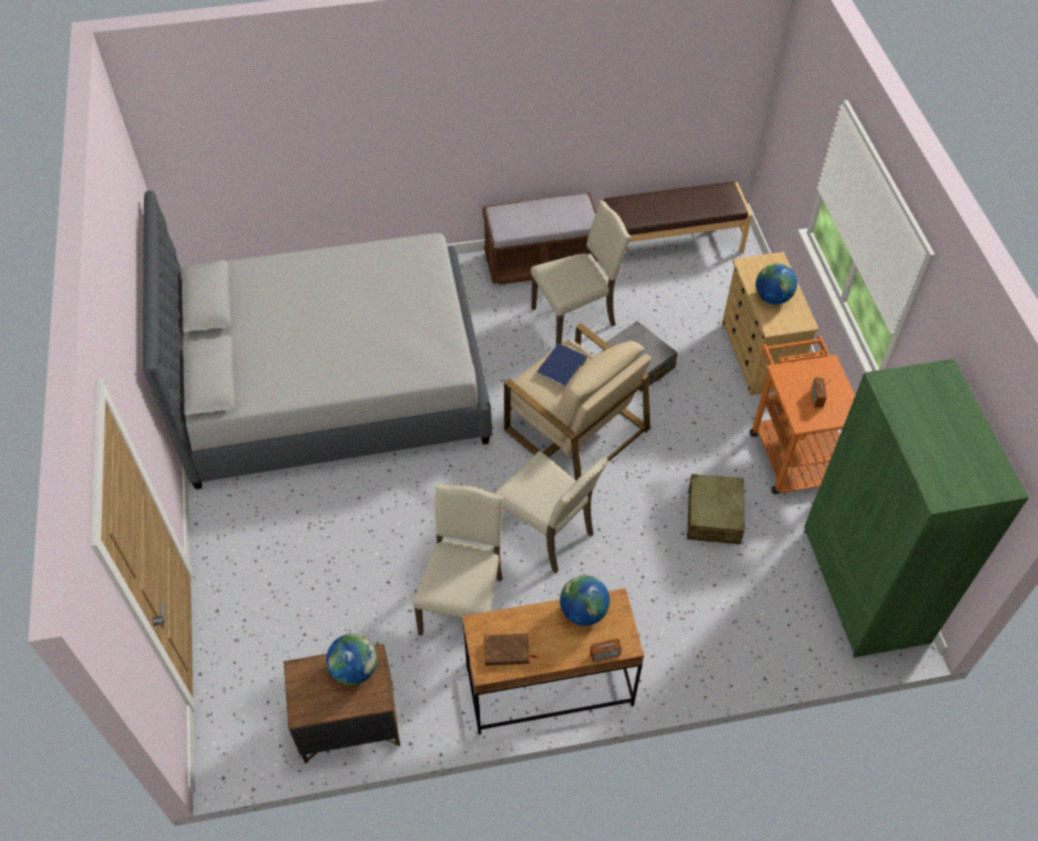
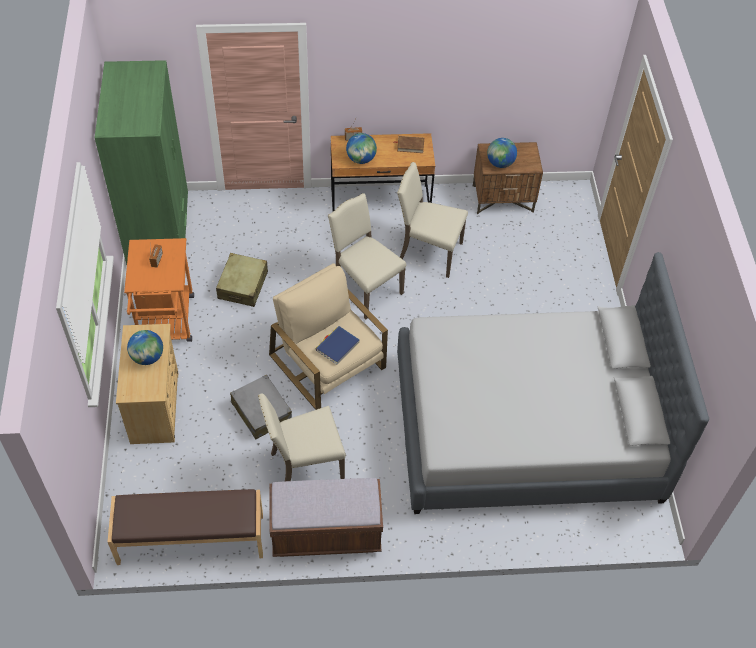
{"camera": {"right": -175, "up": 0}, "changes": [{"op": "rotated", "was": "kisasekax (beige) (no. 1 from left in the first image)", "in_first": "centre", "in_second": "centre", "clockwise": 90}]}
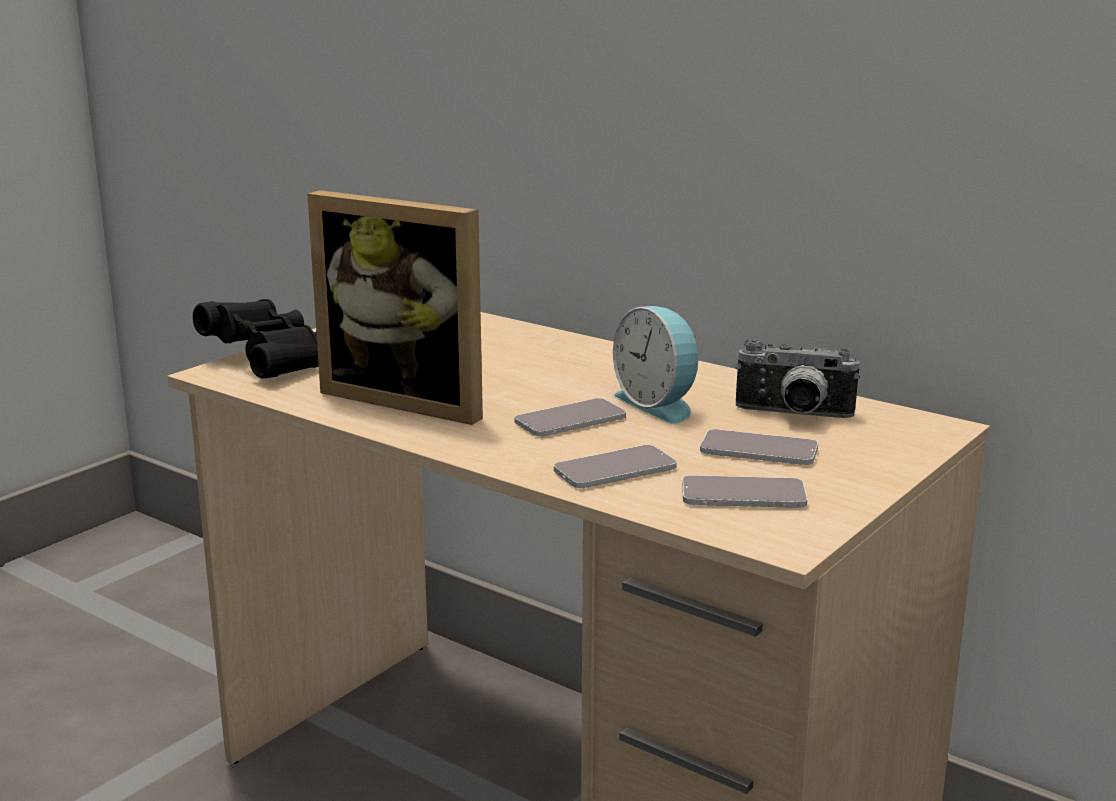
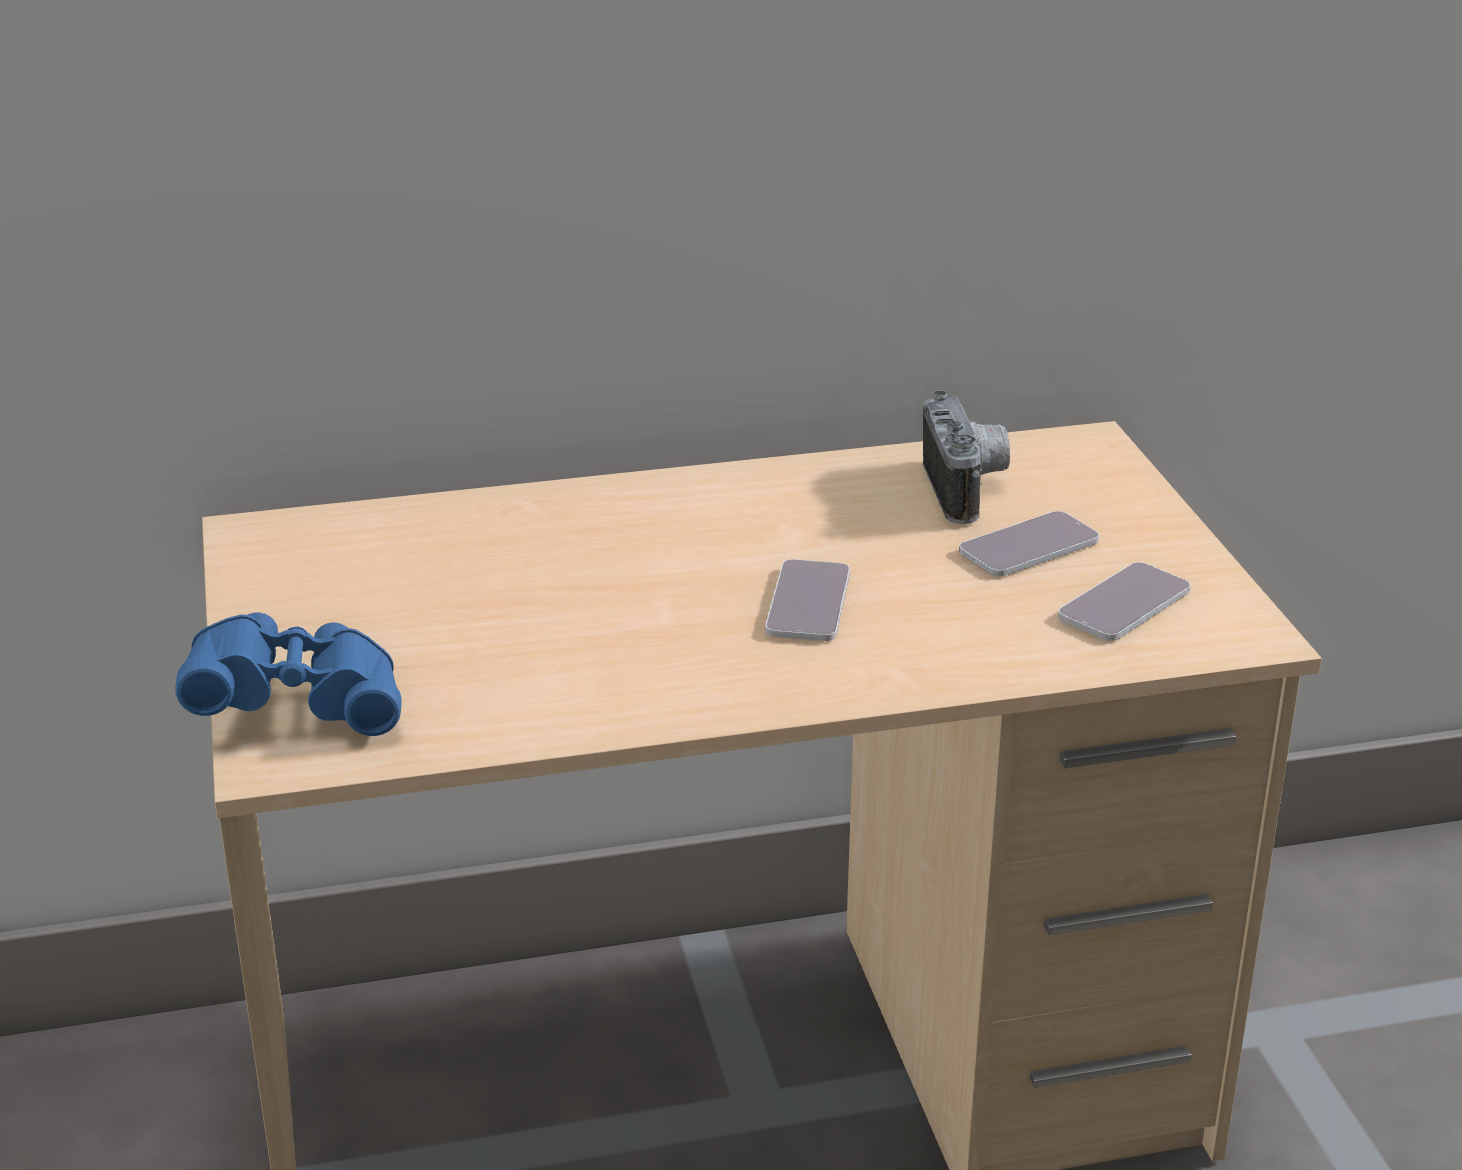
{"camera": {"right": -50, "up": 10}, "changes": [{"op": "repainted", "was": "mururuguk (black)", "now": "mururuguk (blue)", "in_first": "middle left", "in_second": "middle left"}, {"op": "rotated", "was": "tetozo", "in_first": "middle right", "in_second": "centre", "clockwise": -60}, {"op": "gone", "was": "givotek", "in_first": "centre"}, {"op": "gone", "was": "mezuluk (no. 2 from left)", "in_first": "centre"}, {"op": "gone", "was": "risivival", "in_first": "centre"}]}
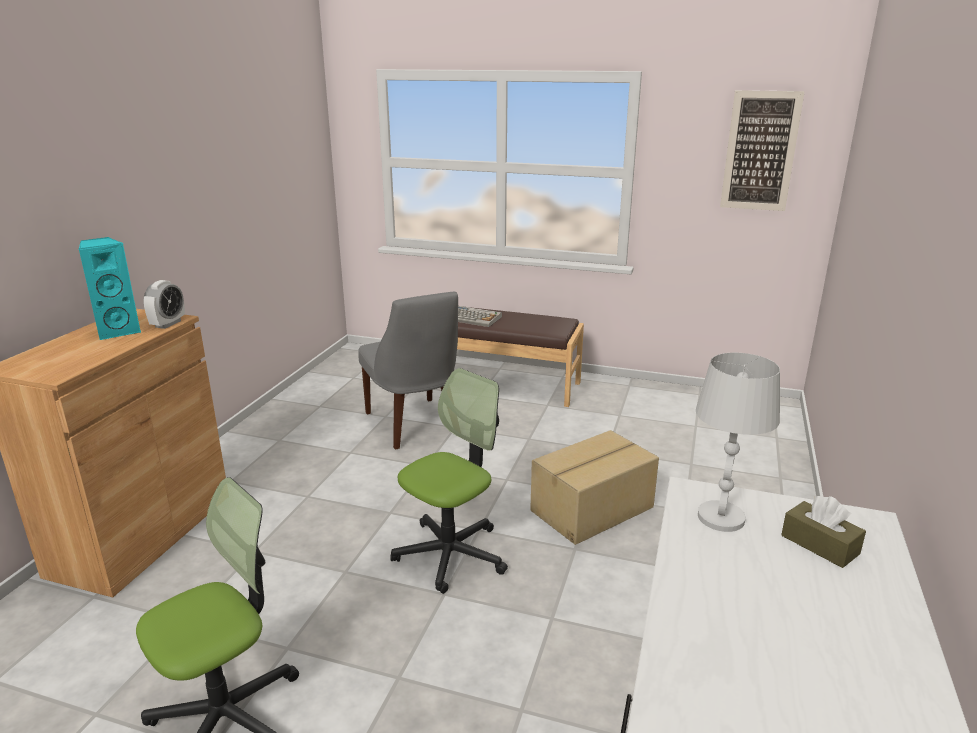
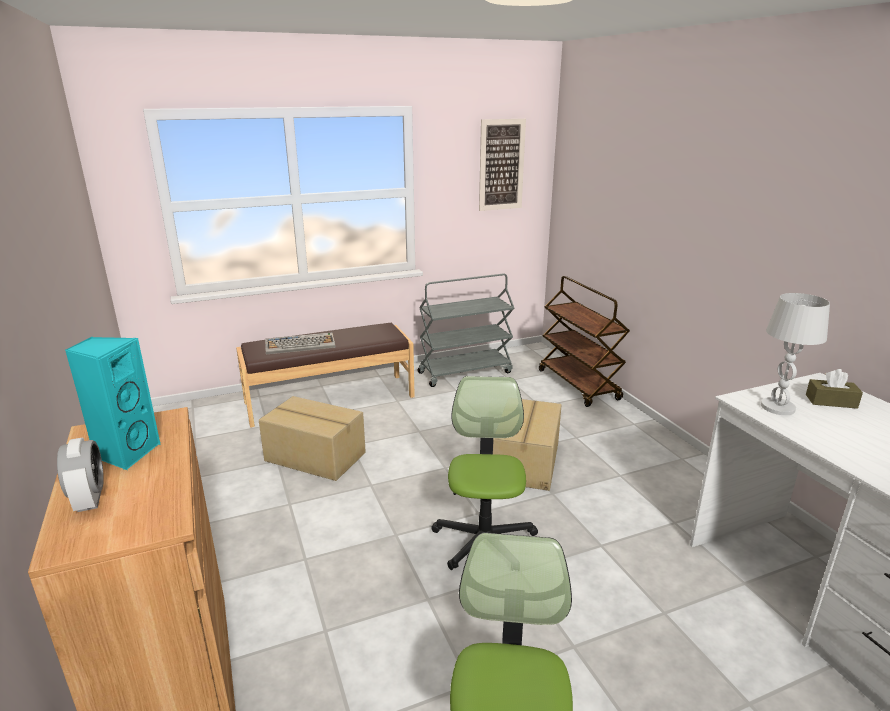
{"camera": {"right": -40, "up": 0}, "changes": [{"op": "shifted", "was": "risivival", "in_first": "middle left", "in_second": "bottom left"}, {"op": "swapped", "was": "kisasekax (grey)", "now": "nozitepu (no. 1 from left)", "in_first": "centre", "in_second": "centre"}, {"op": "new", "now": "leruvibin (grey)", "in_second": "centre"}, {"op": "new", "now": "leruvibin (brown)", "in_second": "centre"}]}
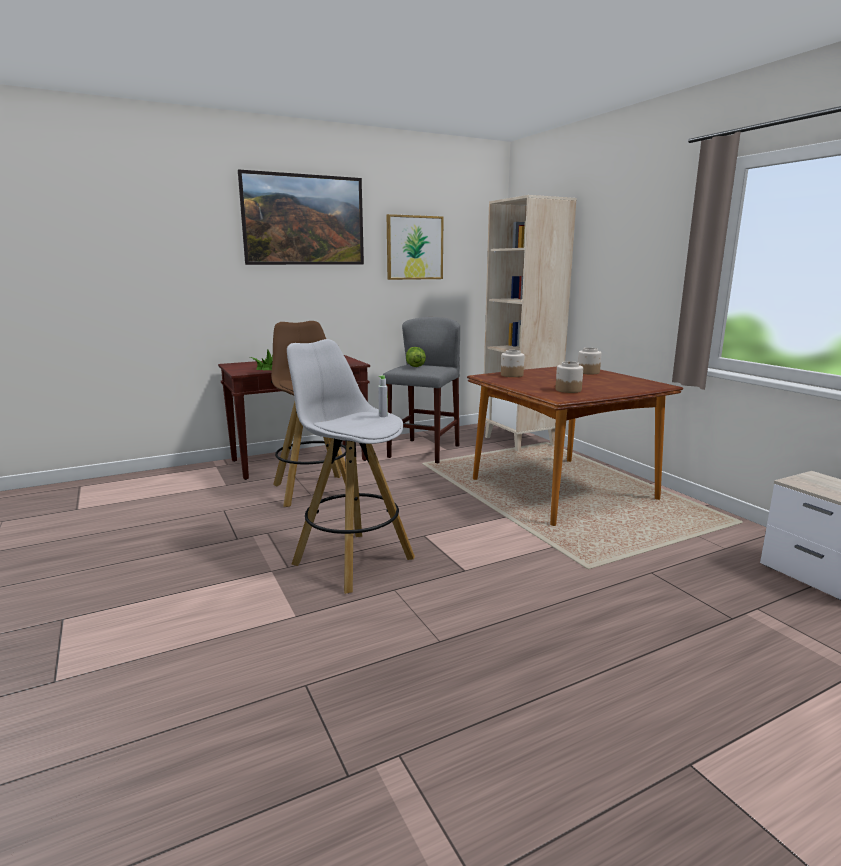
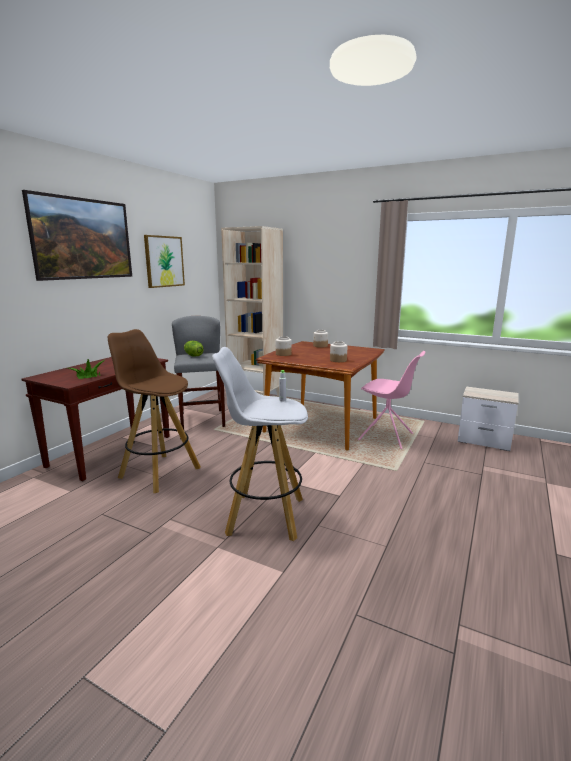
{"camera": {"right": -35, "up": 0}, "changes": [{"op": "new", "now": "kisasekax (pink)", "in_second": "middle right"}]}
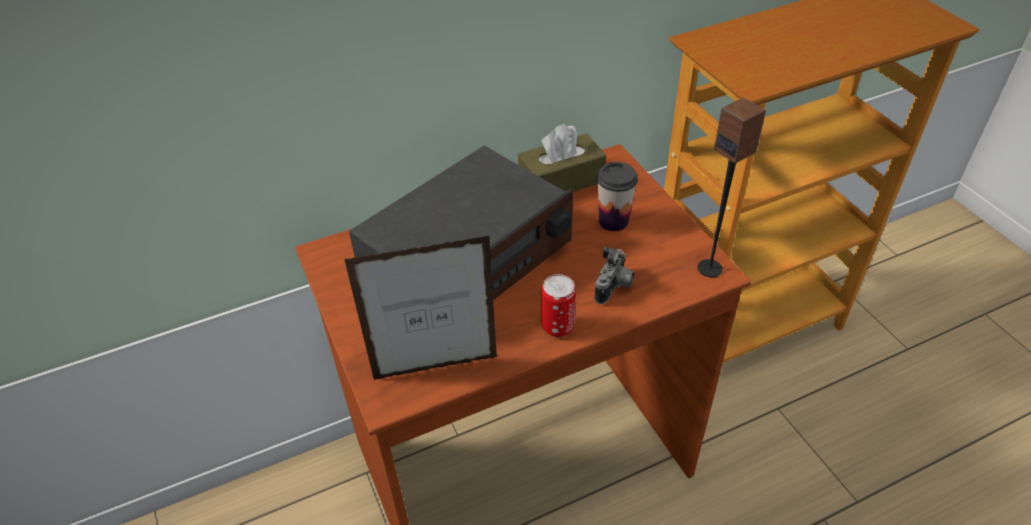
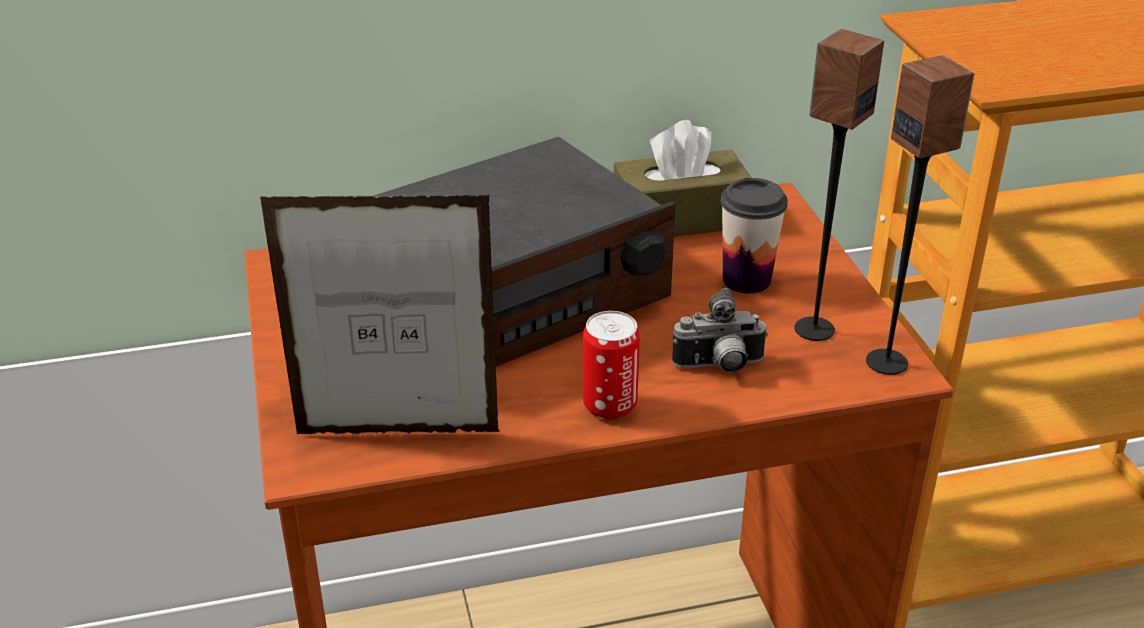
{"camera": {"right": 10, "up": -10}, "changes": [{"op": "rotated", "was": "tetozo", "in_first": "centre", "in_second": "centre", "clockwise": 45}, {"op": "new", "now": "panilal (no. 1 from left)", "in_second": "top right"}]}
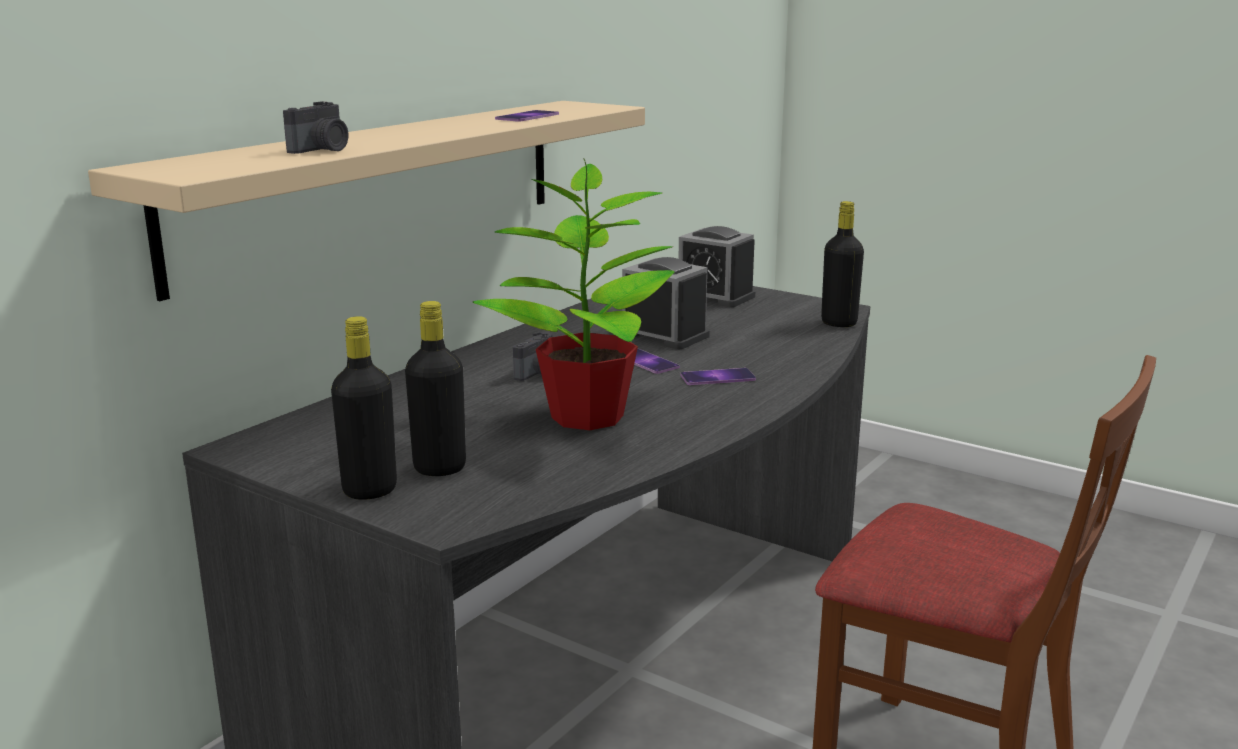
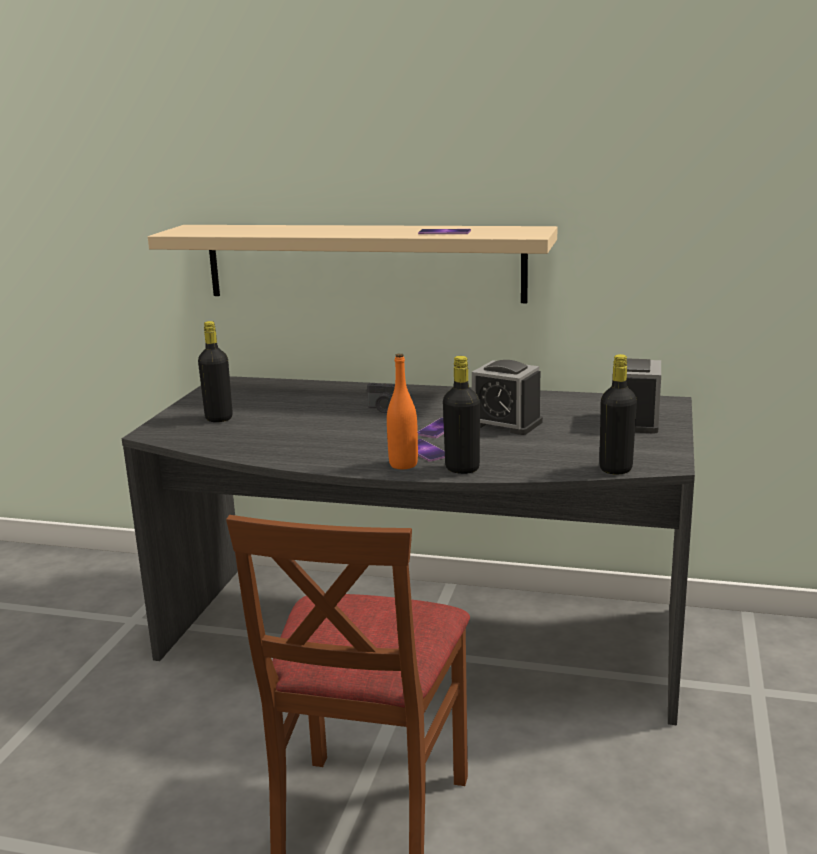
{"camera": {"right": 70, "up": 0}, "changes": [{"op": "new", "now": "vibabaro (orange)", "in_second": "centre"}, {"op": "shifted", "was": "vibabaro (black) (no. 1 from left in the first image)", "now": "vibabaro (black) (no. 2 from left)", "in_first": "middle left", "in_second": "centre"}, {"op": "rotated", "was": "risivival (no. 1 from left)", "in_first": "centre", "in_second": "centre", "clockwise": 105}, {"op": "gone", "was": "tetozo (no. 1 from left)", "in_first": "top left"}, {"op": "gone", "was": "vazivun", "in_first": "centre"}]}
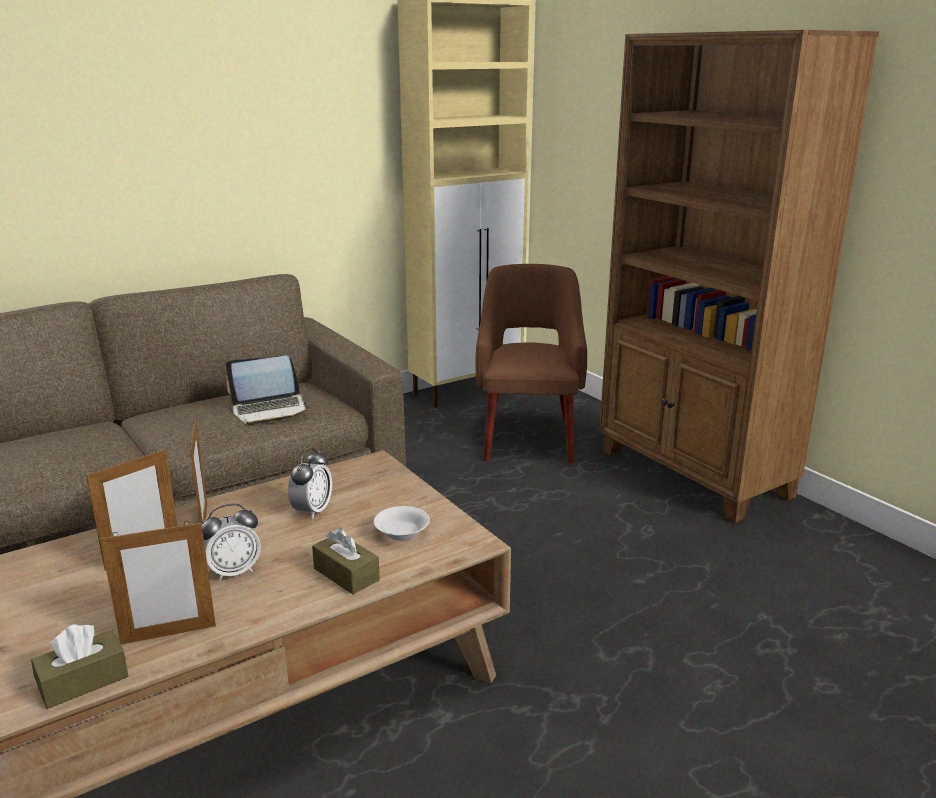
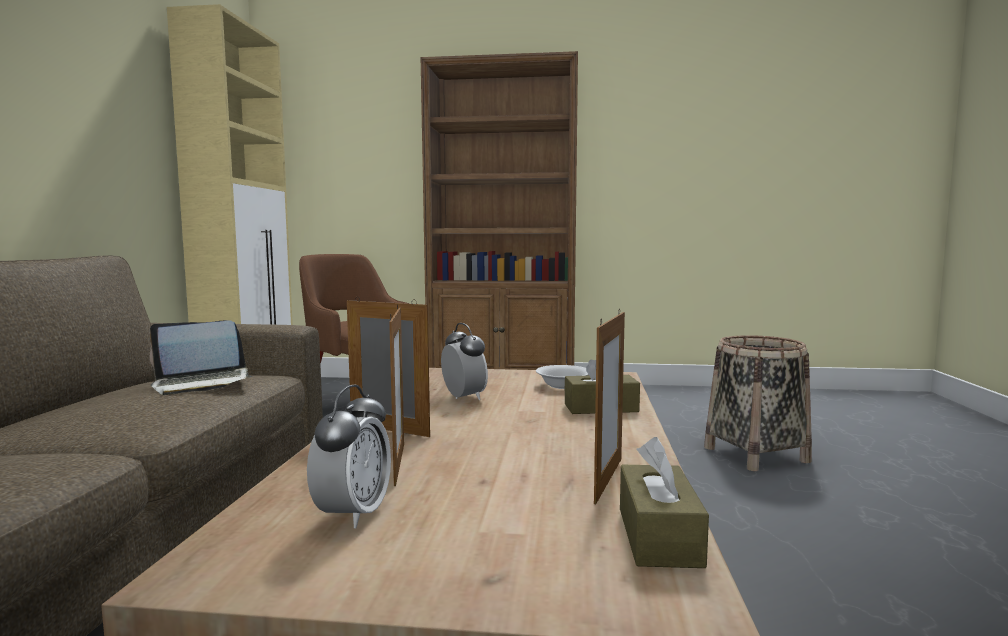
{"camera": {"right": -50, "up": -15}, "changes": [{"op": "rotated", "was": "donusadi", "in_first": "middle left", "in_second": "middle left", "clockwise": 45}, {"op": "shifted", "was": "risivival (no. 1 from left)", "in_first": "bottom left", "in_second": "bottom centre"}, {"op": "new", "now": "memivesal", "in_second": "middle right"}]}
